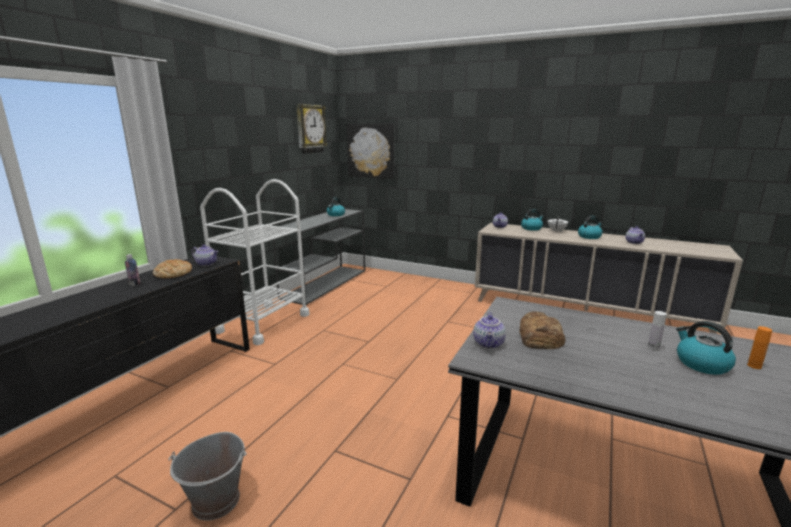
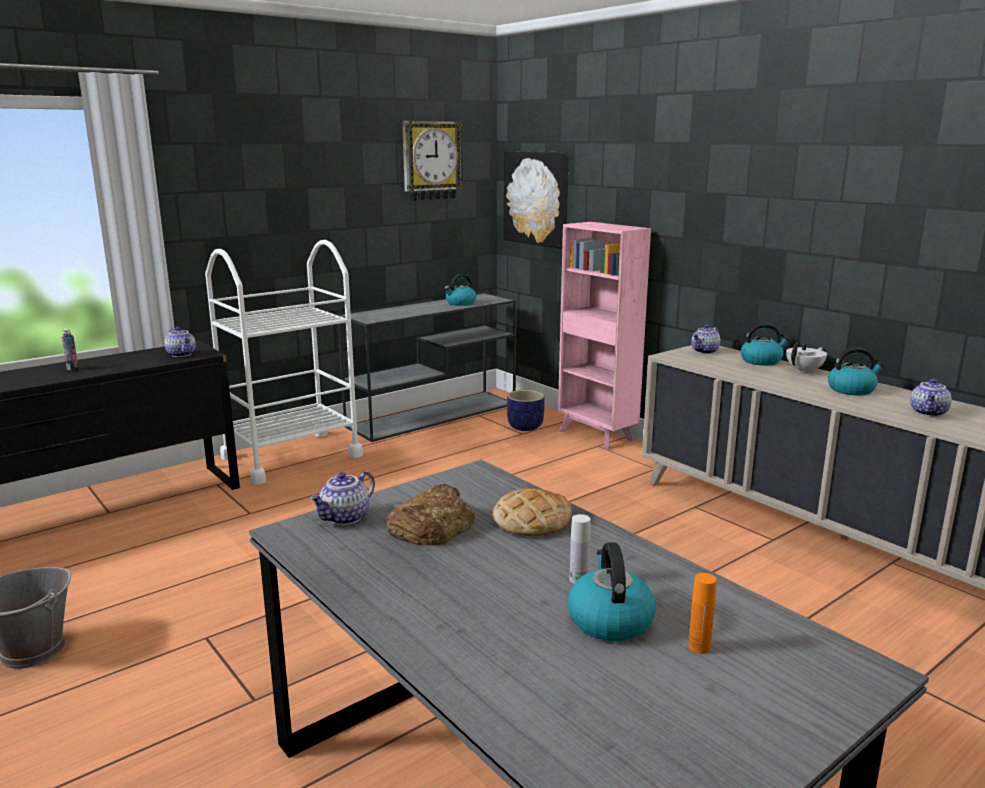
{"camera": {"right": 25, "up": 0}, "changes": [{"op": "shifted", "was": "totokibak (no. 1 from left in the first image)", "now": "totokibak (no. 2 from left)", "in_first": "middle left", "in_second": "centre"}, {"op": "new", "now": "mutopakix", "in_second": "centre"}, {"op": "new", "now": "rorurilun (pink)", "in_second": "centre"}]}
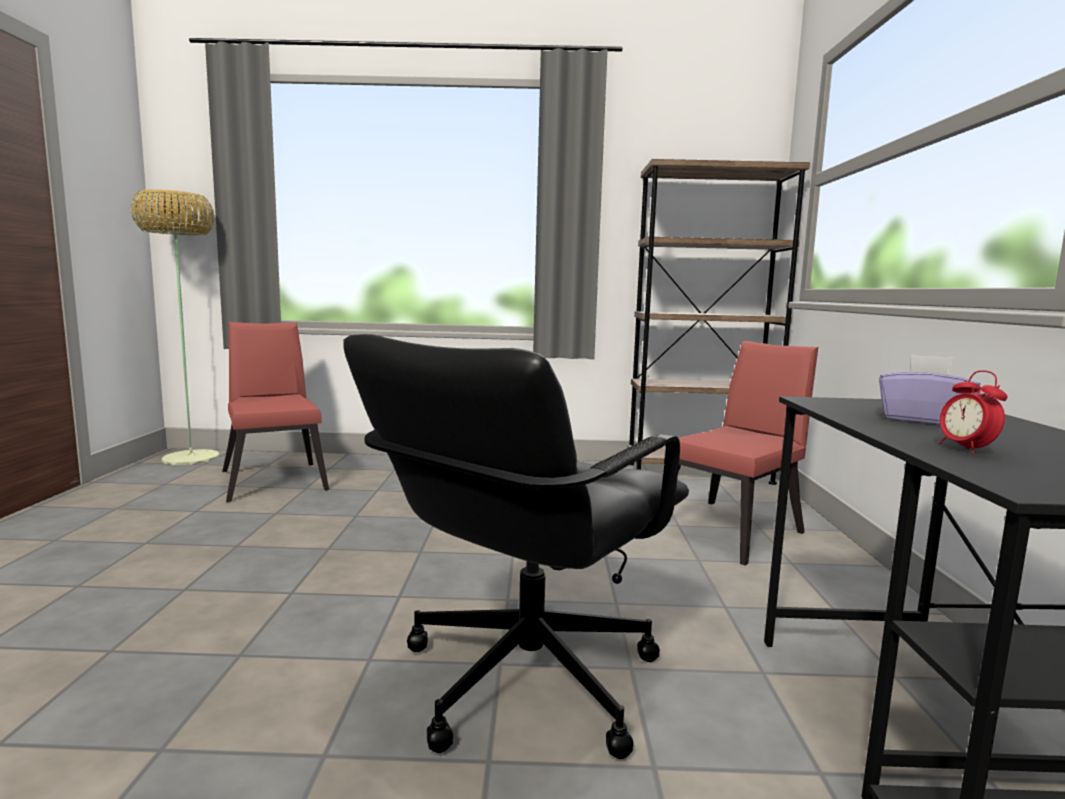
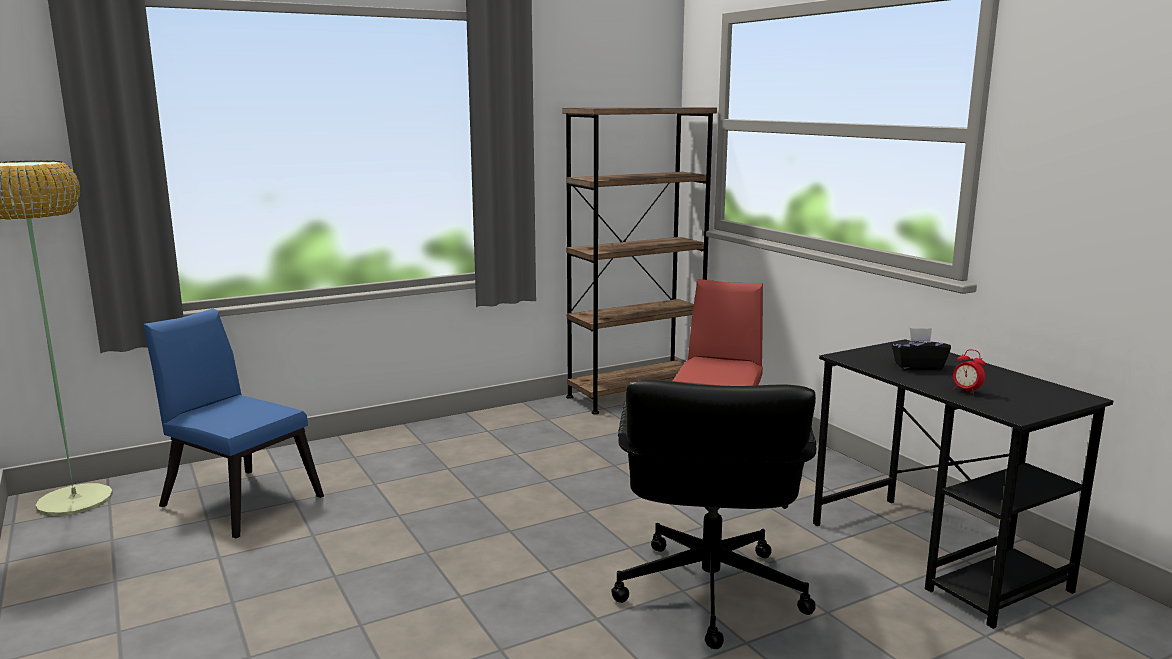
{"camera": {"right": -30, "up": 5}, "changes": [{"op": "repainted", "was": "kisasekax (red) (no. 1 from left)", "now": "kisasekax (blue)", "in_first": "middle left", "in_second": "middle left"}, {"op": "repainted", "was": "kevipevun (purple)", "now": "kevipevun (black)", "in_first": "middle right", "in_second": "middle right"}]}
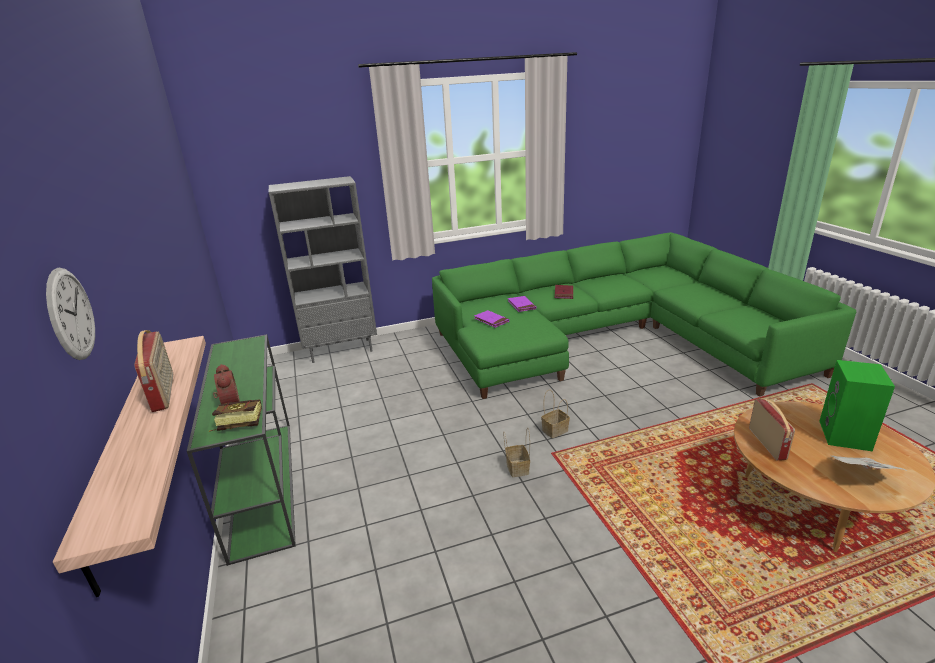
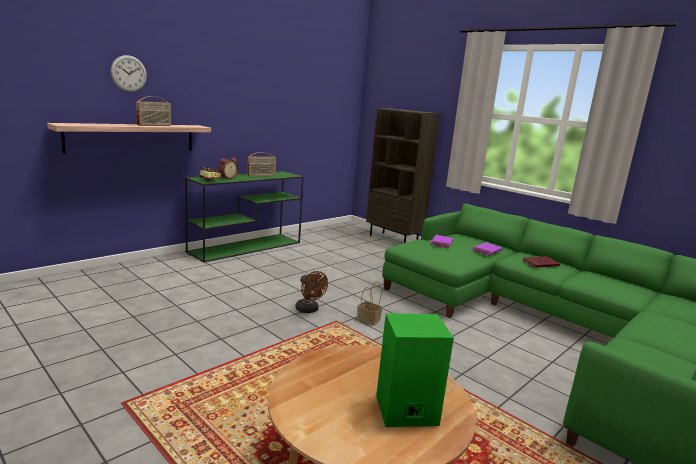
{"camera": {"right": 60, "up": -10}, "changes": [{"op": "shifted", "was": "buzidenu (no. 2 from left)", "in_first": "middle right", "in_second": "centre"}, {"op": "swapped", "was": "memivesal (no. 1 from left)", "now": "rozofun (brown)", "in_first": "bottom centre", "in_second": "centre"}, {"op": "repainted", "was": "rorurilun (grey)", "now": "rorurilun (brown)", "in_first": "centre", "in_second": "centre"}, {"op": "gone", "was": "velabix", "in_first": "bottom right"}]}
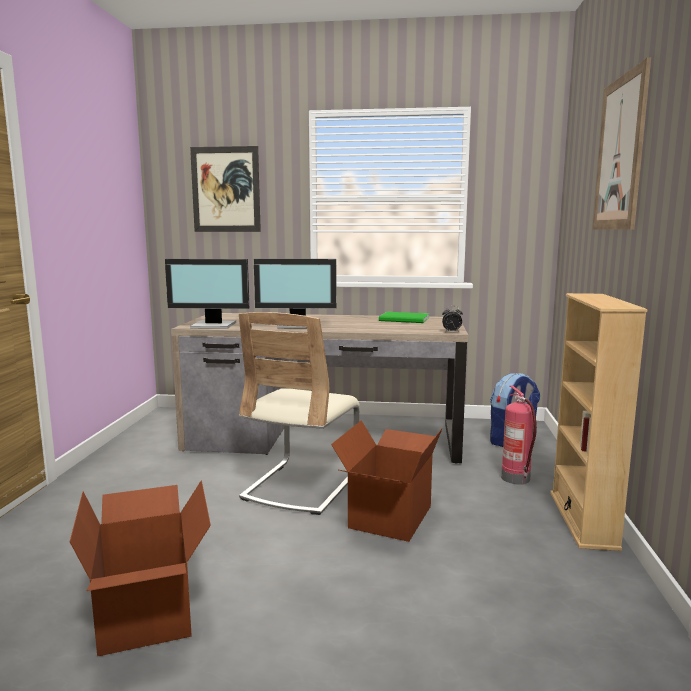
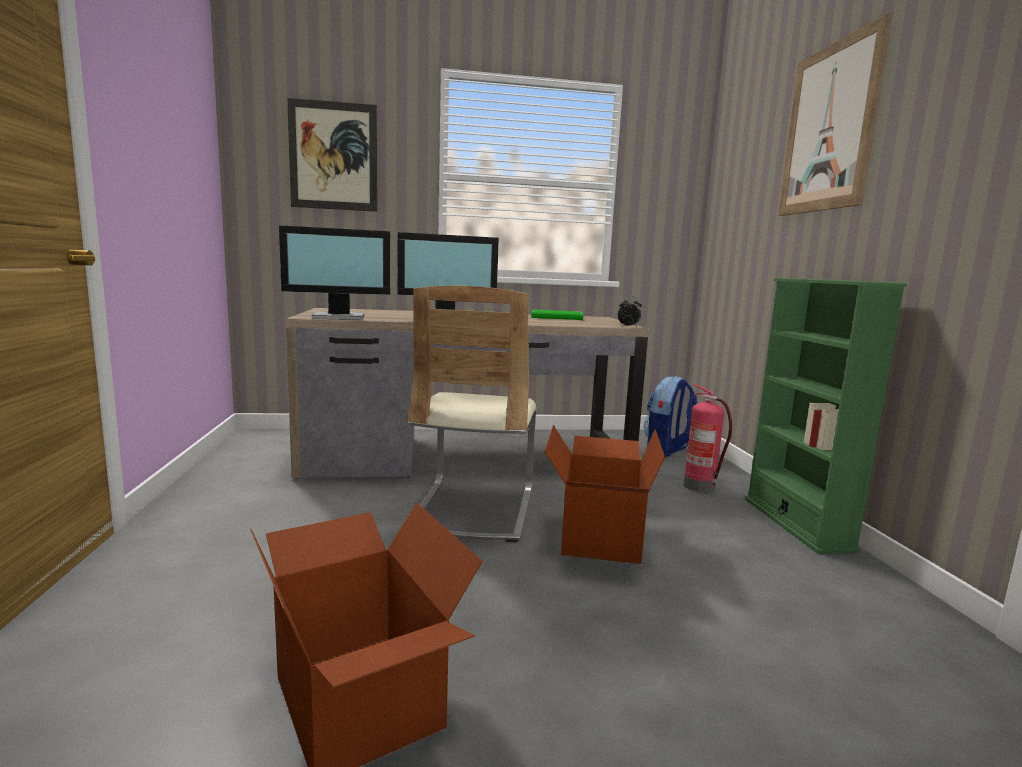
{"camera": {"right": -15, "up": 0}, "changes": [{"op": "repainted", "was": "rorurilun (beige)", "now": "rorurilun (green)", "in_first": "middle right", "in_second": "middle right"}]}
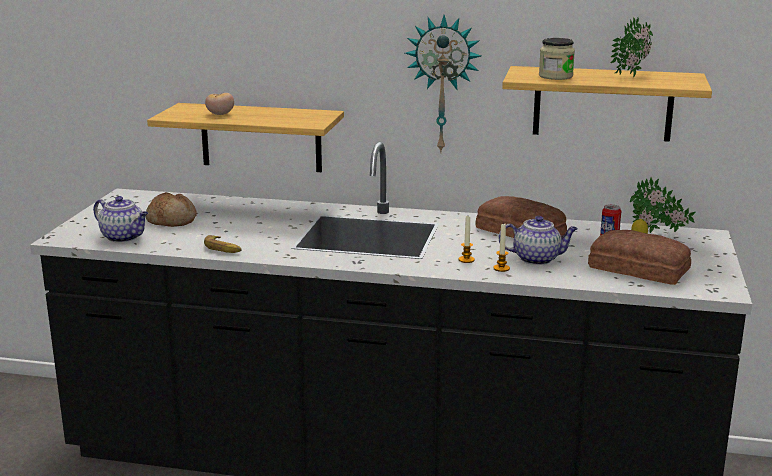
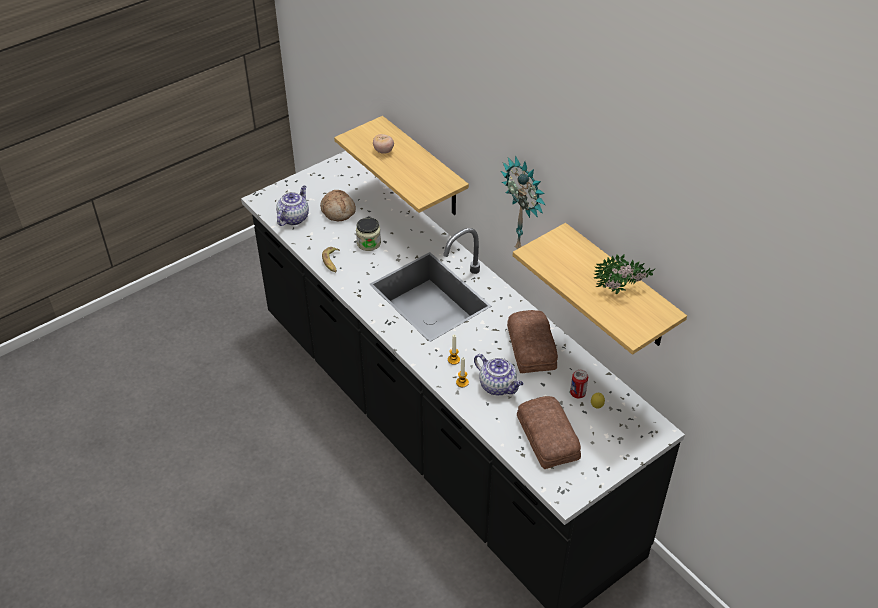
{"camera": {"right": 40, "up": 25}, "changes": [{"op": "rotated", "was": "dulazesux (no. 1 from left)", "in_first": "middle left", "in_second": "middle left", "clockwise": -135}, {"op": "shifted", "was": "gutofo", "in_first": "top right", "in_second": "centre"}, {"op": "gone", "was": "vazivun (no. 2 from left)", "in_first": "middle right"}]}
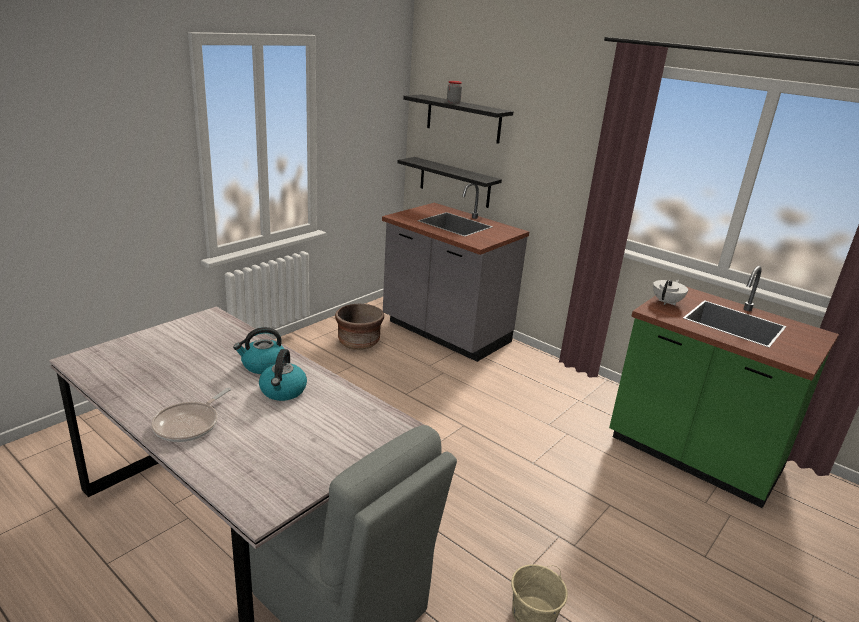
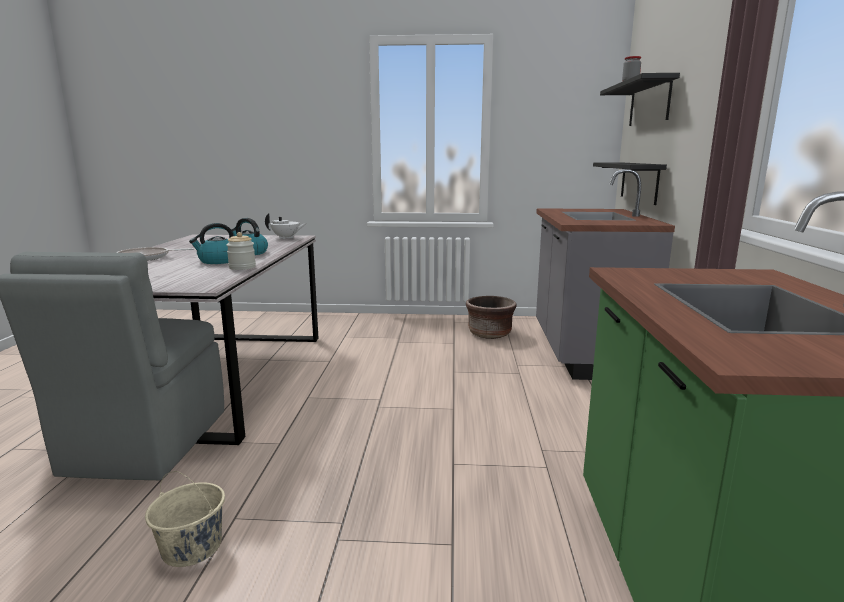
{"camera": {"right": 55, "up": -10}, "changes": [{"op": "new", "now": "gutofo (no. 1 from left)", "in_second": "middle left"}, {"op": "shifted", "was": "dulazesux (white)", "in_first": "middle right", "in_second": "centre"}]}
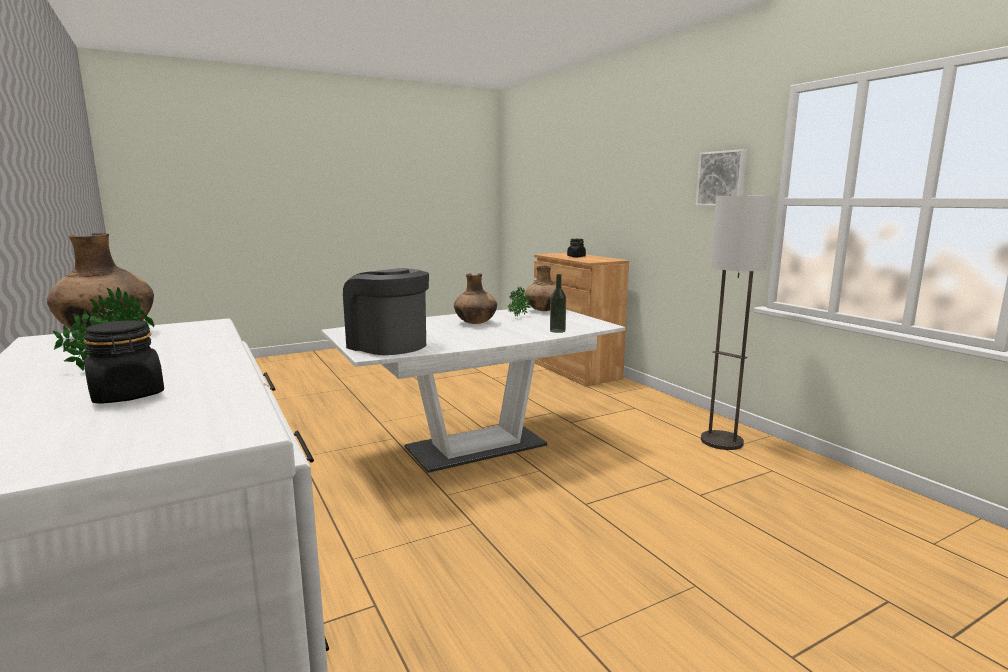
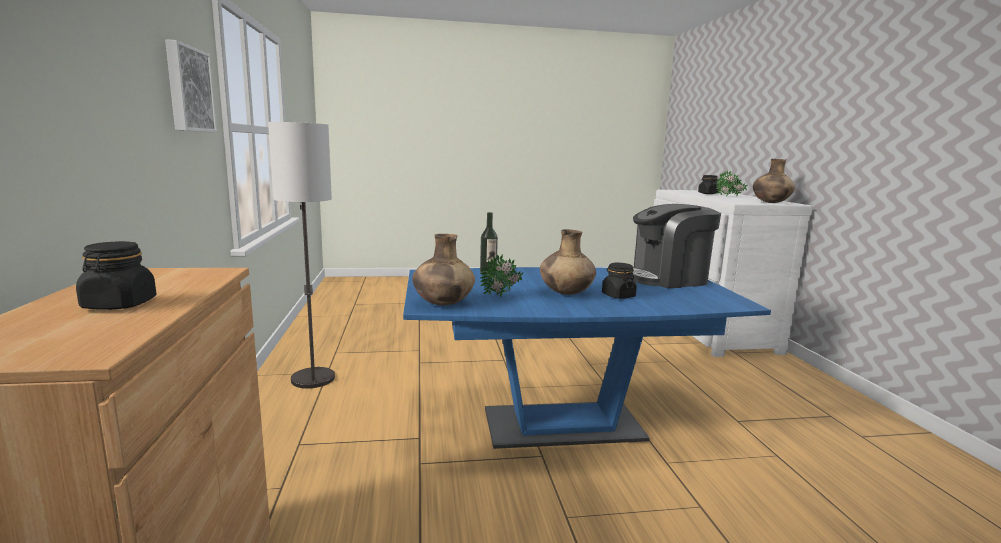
{"camera": {"right": -160, "up": 0}, "changes": [{"op": "repainted", "was": "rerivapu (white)", "now": "rerivapu (blue)", "in_first": "centre", "in_second": "centre"}, {"op": "new", "now": "gutofo (black) (no. 2 from left)", "in_second": "centre"}, {"op": "rotated", "was": "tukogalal", "in_first": "centre", "in_second": "middle right", "clockwise": 105}]}
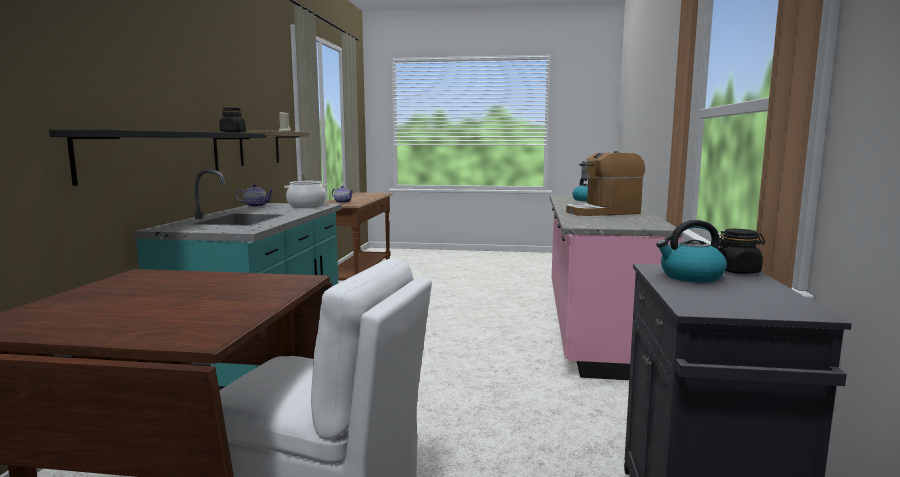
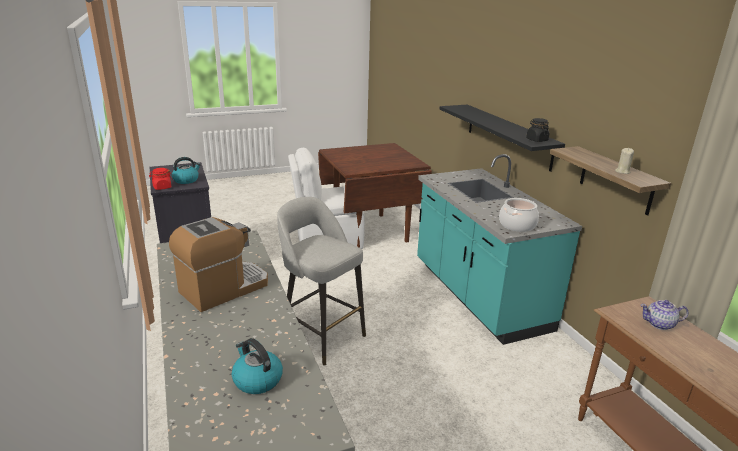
{"camera": {"right": 150, "up": 15}, "changes": [{"op": "repainted", "was": "gutofo (black) (no. 2 from left)", "now": "gutofo (red)", "in_first": "middle right", "in_second": "middle left"}, {"op": "new", "now": "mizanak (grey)", "in_second": "centre"}, {"op": "gone", "was": "dulazesux (no. 1 from left)", "in_first": "middle left"}]}
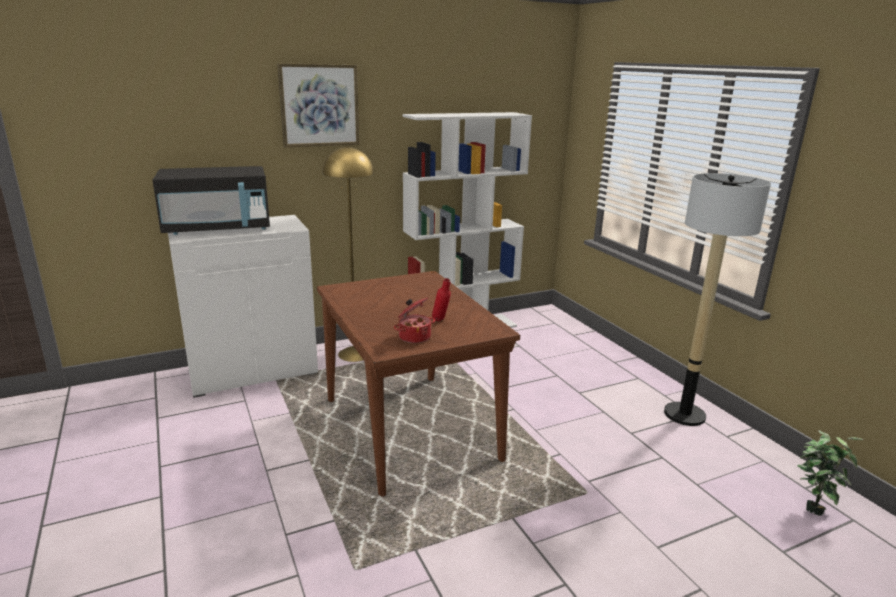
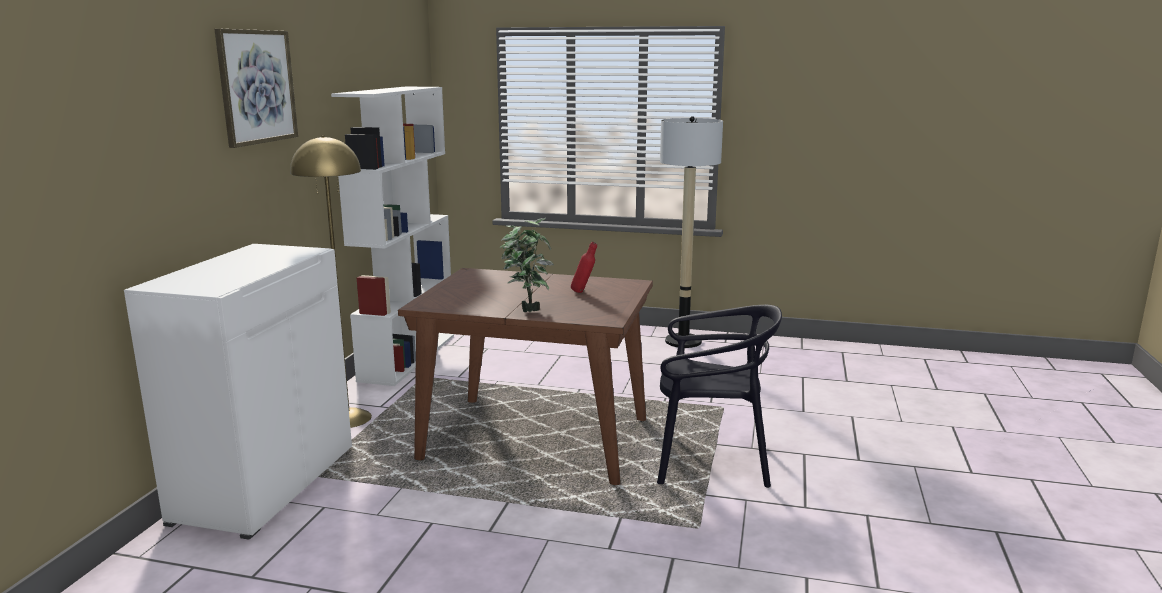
{"camera": {"right": -50, "up": -5}, "changes": [{"op": "shifted", "was": "vazivun", "in_first": "bottom right", "in_second": "centre"}, {"op": "new", "now": "kisasekax (black)", "in_second": "bottom centre"}, {"op": "gone", "was": "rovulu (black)", "in_first": "middle left"}, {"op": "gone", "was": "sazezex", "in_first": "centre"}]}
